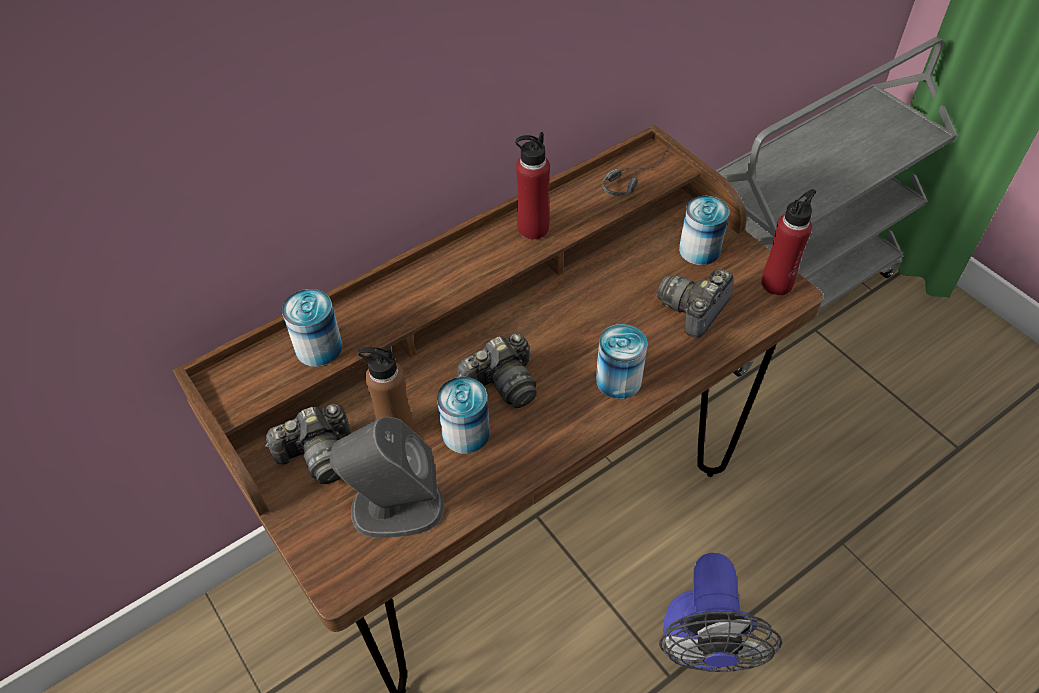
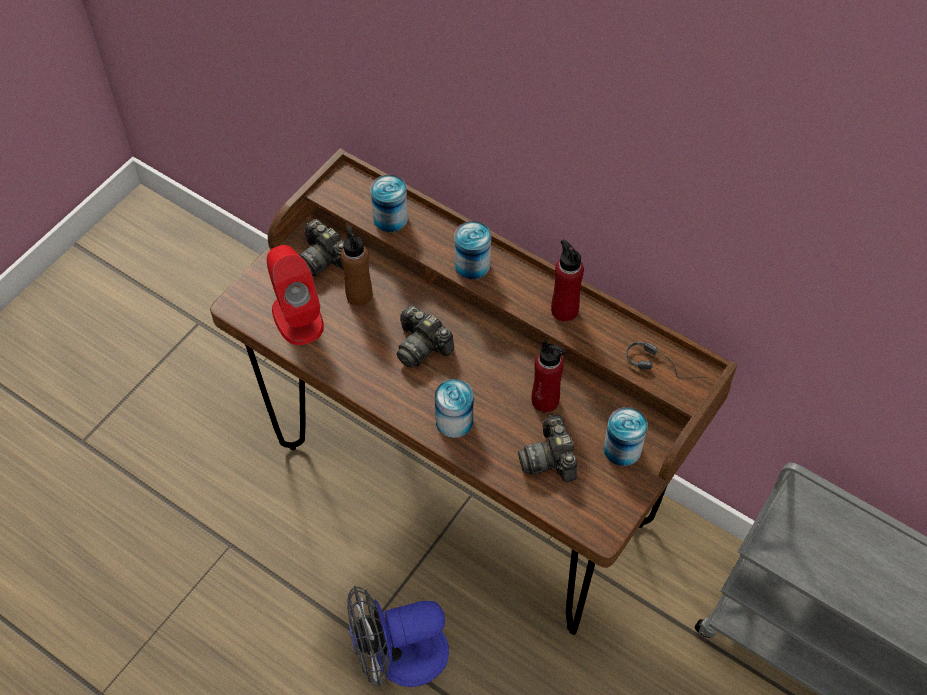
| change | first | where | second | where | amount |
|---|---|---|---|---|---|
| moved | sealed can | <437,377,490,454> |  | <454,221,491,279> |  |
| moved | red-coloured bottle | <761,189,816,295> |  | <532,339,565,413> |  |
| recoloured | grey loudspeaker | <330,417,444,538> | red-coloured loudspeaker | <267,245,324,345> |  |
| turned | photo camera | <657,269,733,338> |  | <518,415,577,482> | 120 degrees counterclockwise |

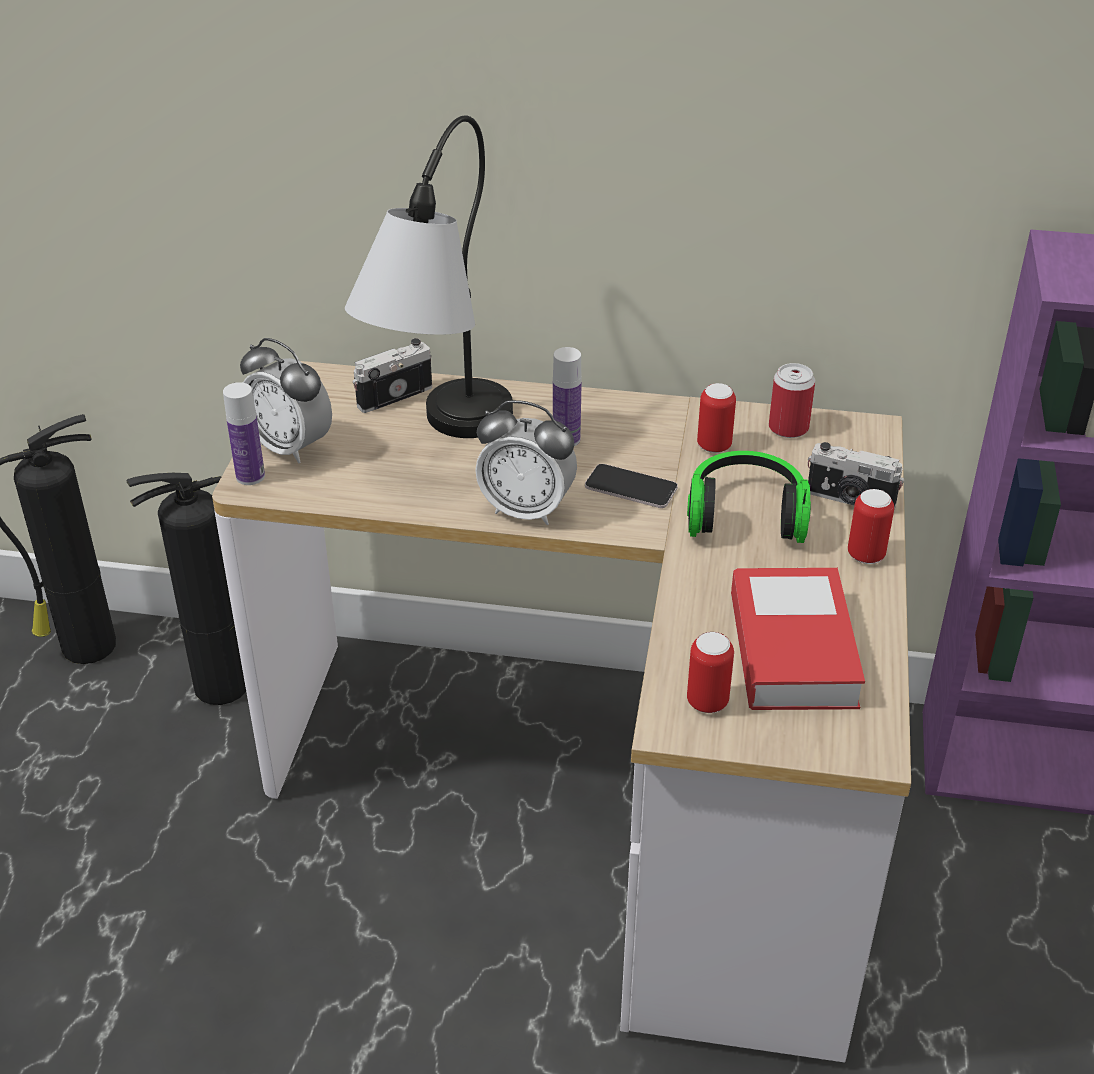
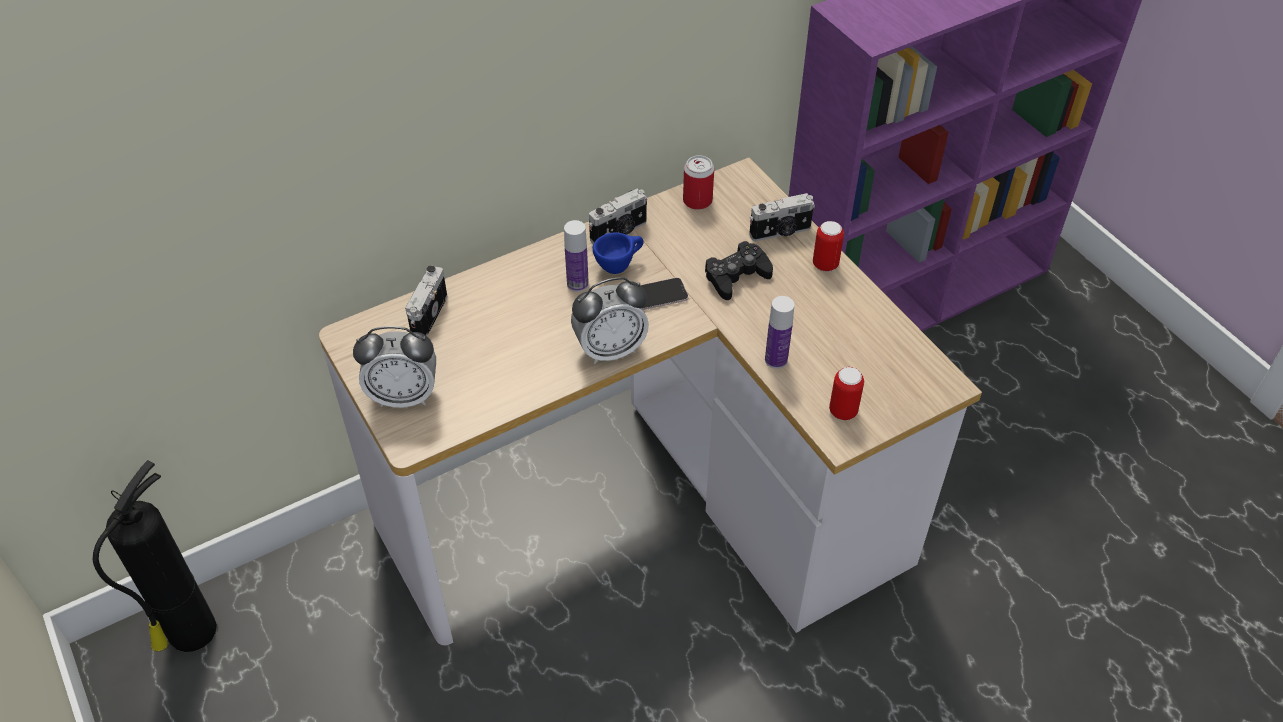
| change | first | where | second | where | amount |
|---|---|---|---|---|---|
| removed | extinguisher | <126,473,246,705> |  |  |  |
| removed | lamp for a table | <345,116,513,438> |  |  |  |
| removed | sealed can | <697,383,736,453> |  |  |  |
| removed | volume | <731,568,865,710> |  |  |  |
| added |  |  | photo camera | <588,188,647,244> |  |
| added |  |  | blue small cup | <593,232,644,274> |  |
| moved | bottle | <223,382,265,485> |  | <765,296,795,369> |  |
| replaced | headset | <687,451,811,543> | black-coloured gamepad | <705,241,773,300> |  |

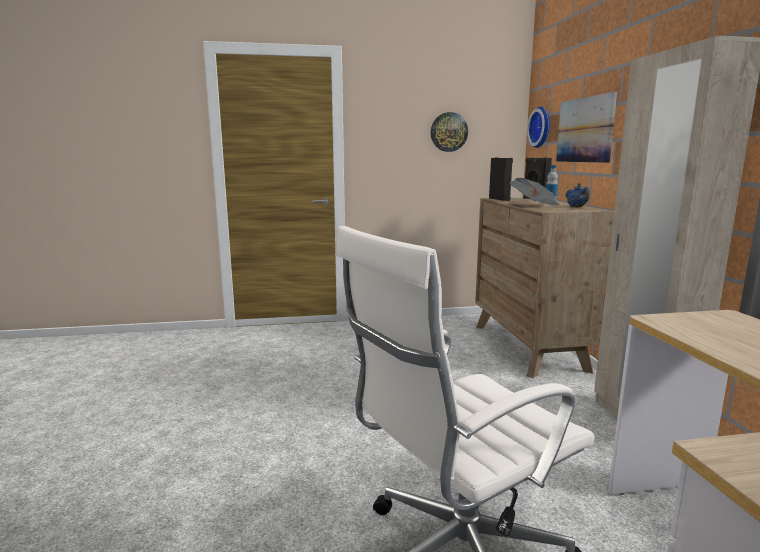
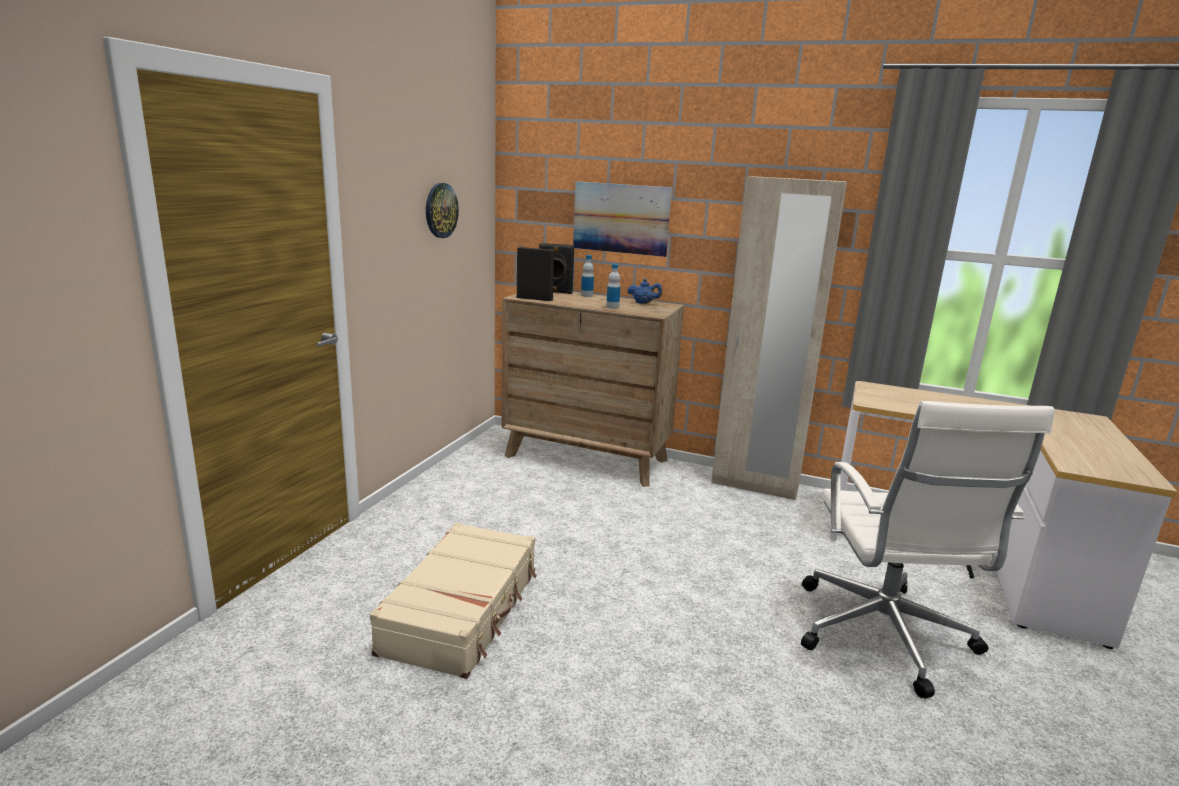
| change | first | where | second | where | amount |
|---|---|---|---|---|---|
| removed | clock on the wall | <527,107,550,148> |  |  |  |
| added |  |  | beige piece of luggage | <370,522,537,679> |  |
| replaced | daily paper | <510,178,560,205> | bottle | <606,264,621,309> |  |

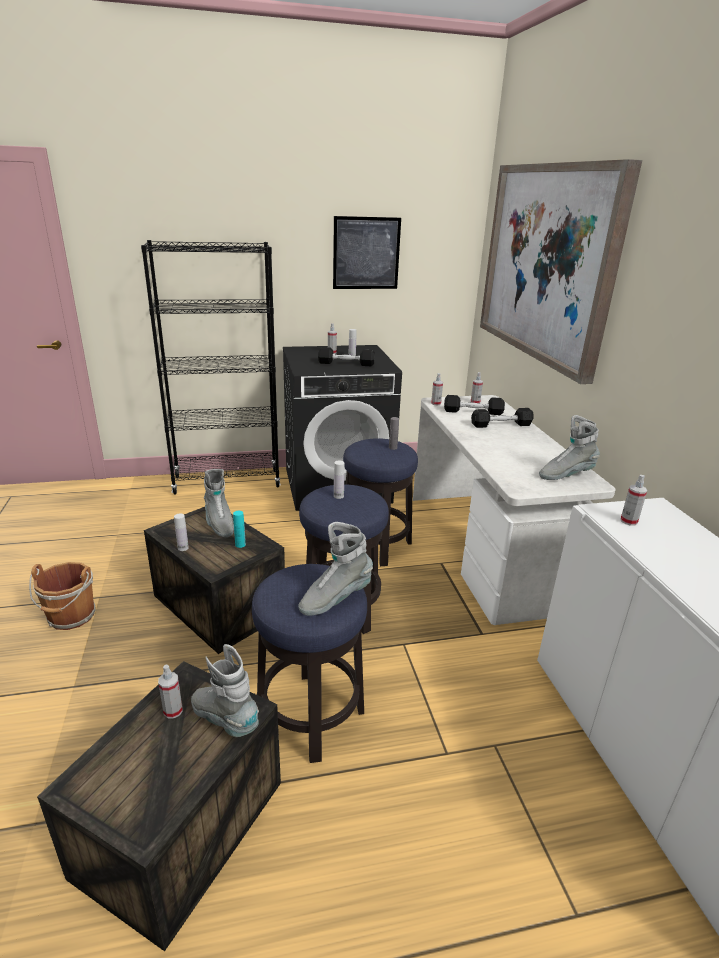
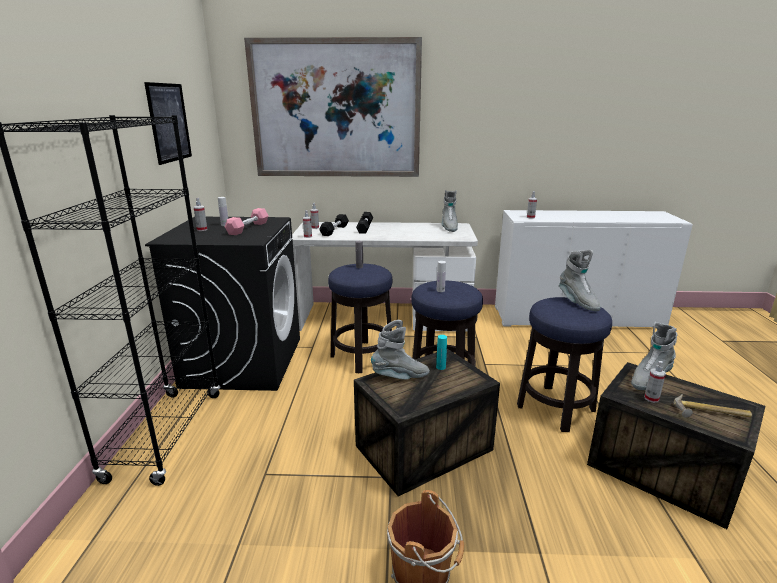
| change | first | where | second | where | amount |
|---|---|---|---|---|---|
| removed | whitish bottle | <174,513,189,551> |  |  |  |
| added |  |  | hammer | <674,394,752,418> |  |
| recoloured | black-coloured hand weight | <318,347,375,366> | pink hand weight | <225,208,269,235> |  |

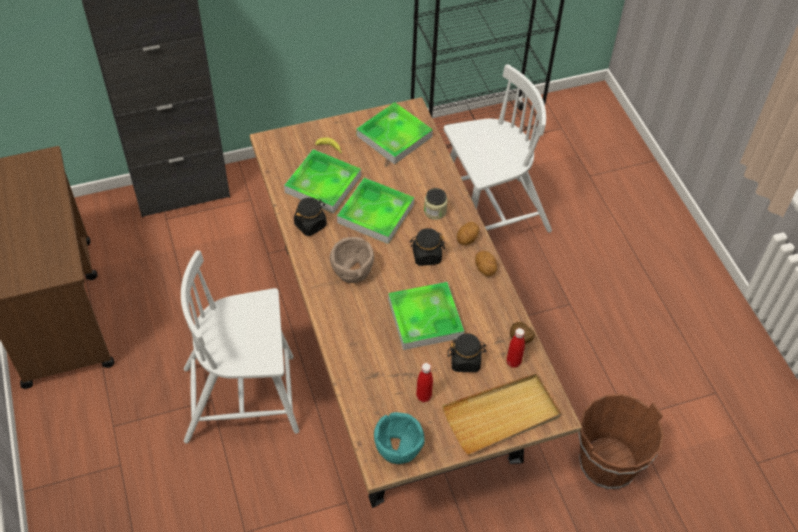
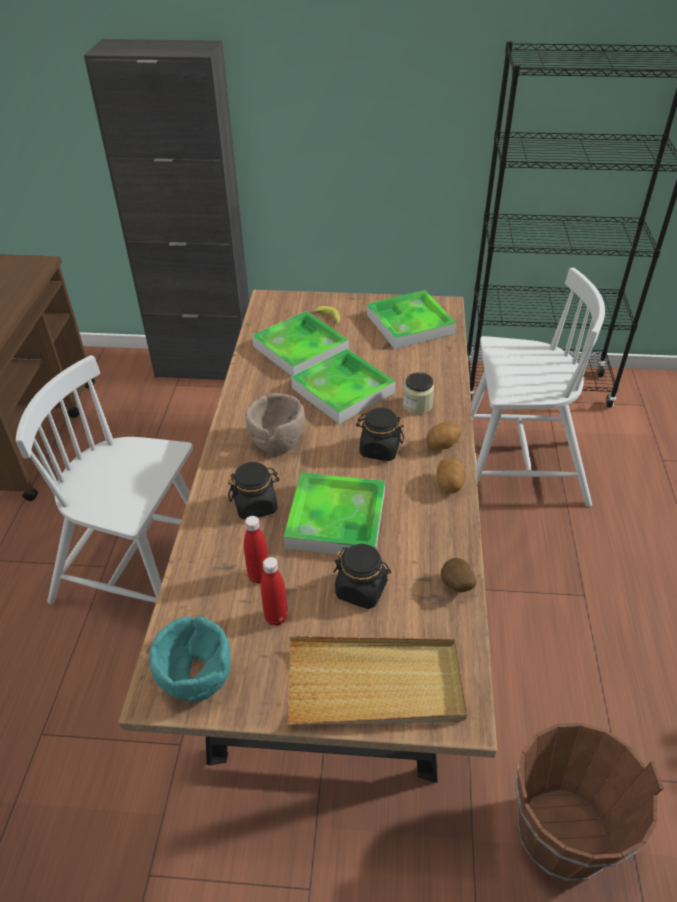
| change | first | where | second | where | amount |
|---|---|---|---|---|---|
| moved | black-coloured storage jar | <294,197,326,236> |  | <228,462,280,520> |  |
| moved | red-coloured bottle | <507,328,525,368> |  | <244,516,268,584> |  |

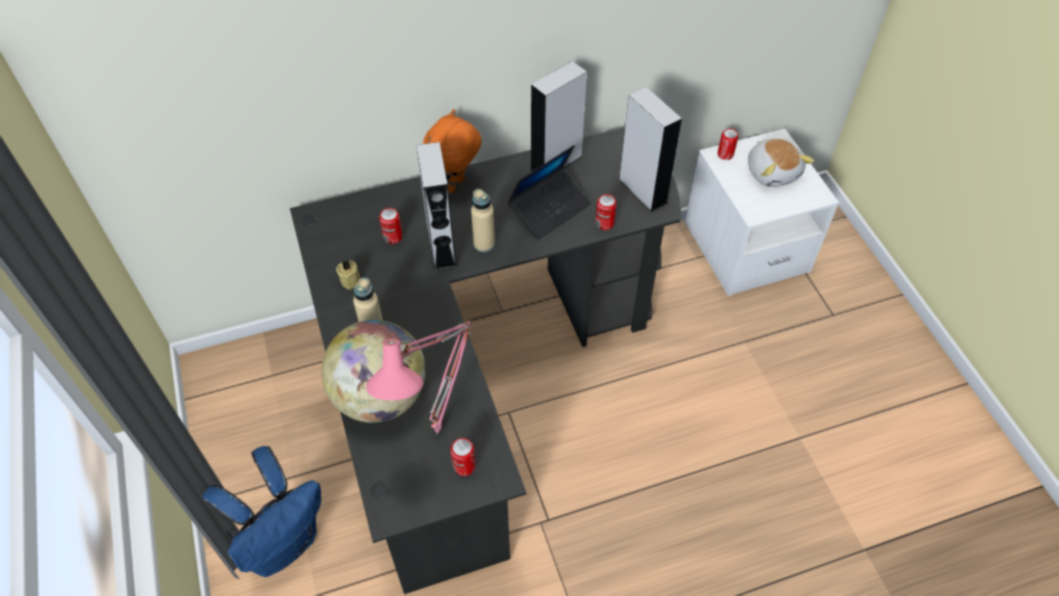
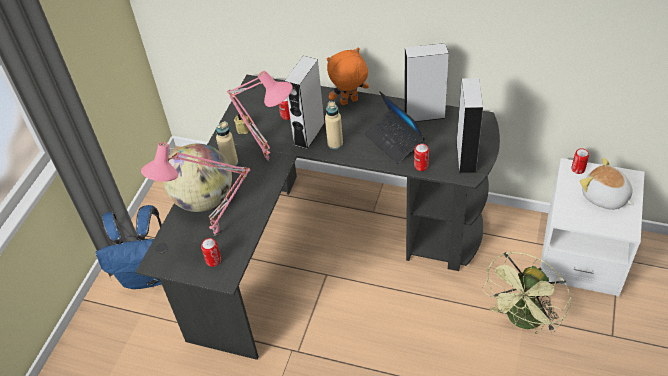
| change | first | where | second | where | amount |
|---|---|---|---|---|---|
| added |  |  | pink lamp for a table | <227,71,293,161> |  |
| added |  |  | green-coloured cooling fan | <481,252,572,334> |  |
| turned | laptop | <507,145,591,240> |  | <364,91,425,164> | 60 degrees clockwise |
| turned | soft toy | <748,138,814,187> |  | <580,158,634,210> | 120 degrees clockwise |

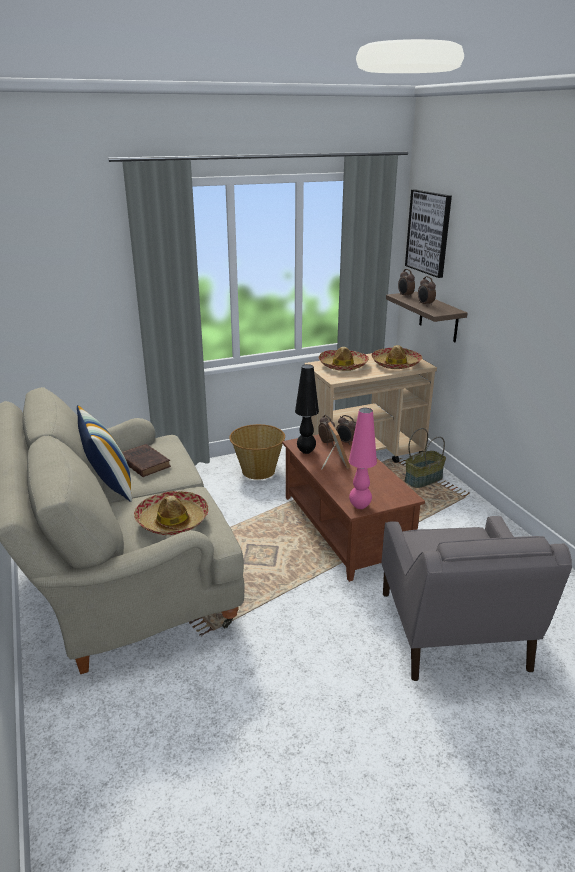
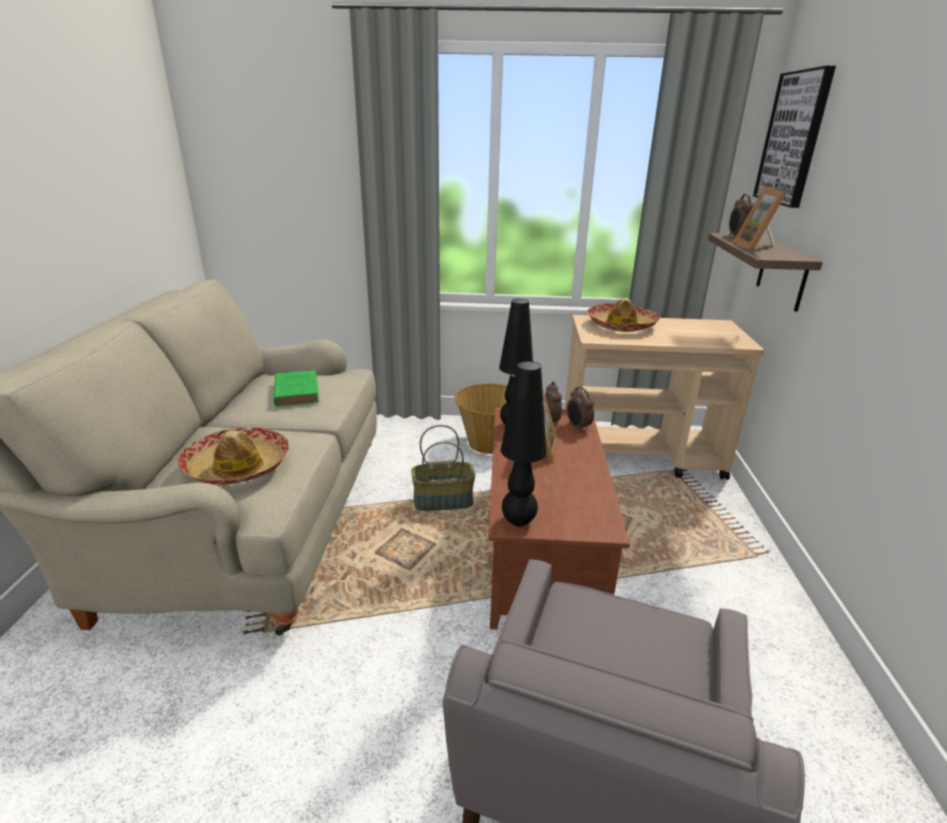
| change | first | where | second | where | amount |
|---|---|---|---|---|---|
| removed | pillow | <77,405,132,502> |  |  |  |
| removed | clothing hat | <372,345,422,369> |  |  |  |
| moved | storage basket | <405,428,446,488> |  | <411,425,475,511> |  |
| replaced | alarm clock | <418,276,436,305> | standing frame | <733,187,786,251> |  |
| recoloured | brownish volume | <122,444,171,477> | green-coloured volume | <274,370,319,406> |  |
| recoloured | pink lamp for a table | <349,408,377,509> | black-coloured lamp for a table | <501,361,547,527> |  |

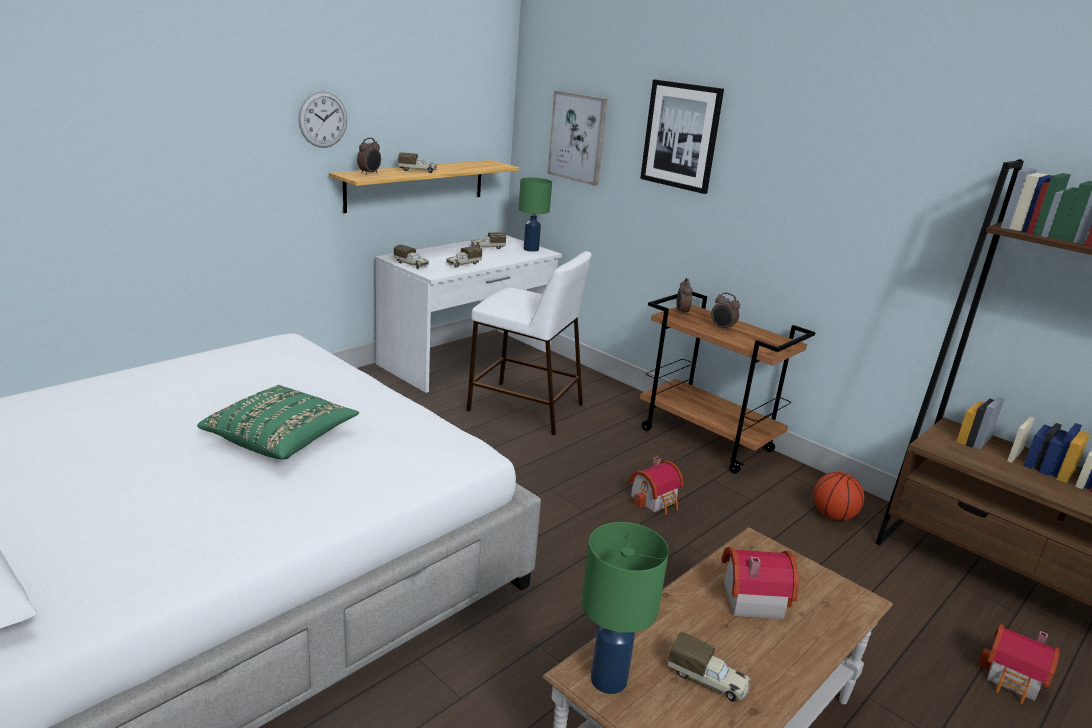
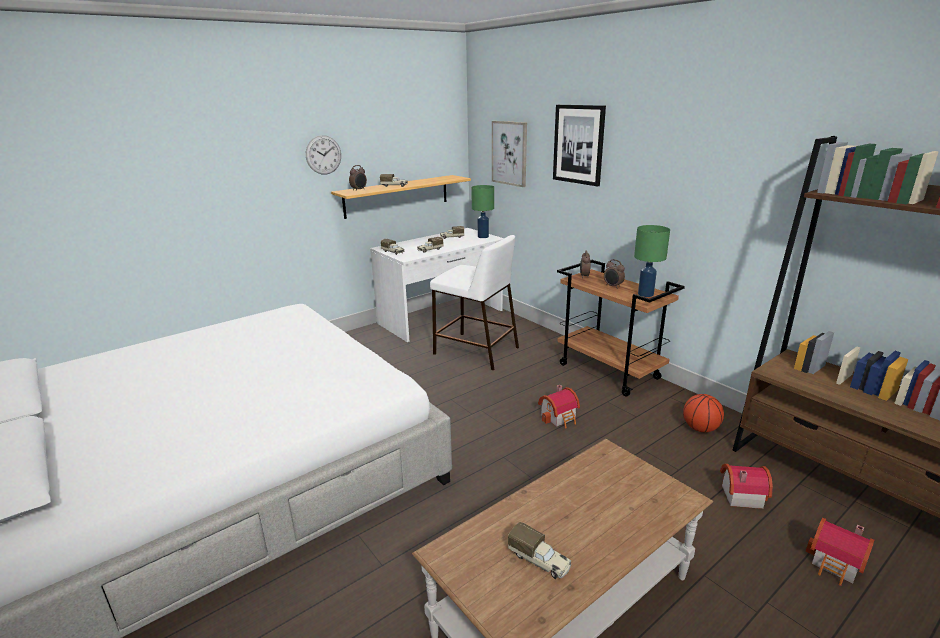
| change | first | where | second | where | amount |
|---|---|---|---|---|---|
| removed | green-coloured pillow | <197,385,359,460> |  |  |  |
| moved | green-coloured lamp for a table | <582,522,669,694> |  | <634,225,670,297> |  |
| moved | toy house | <721,547,799,619> |  | <720,464,773,509> |  |

